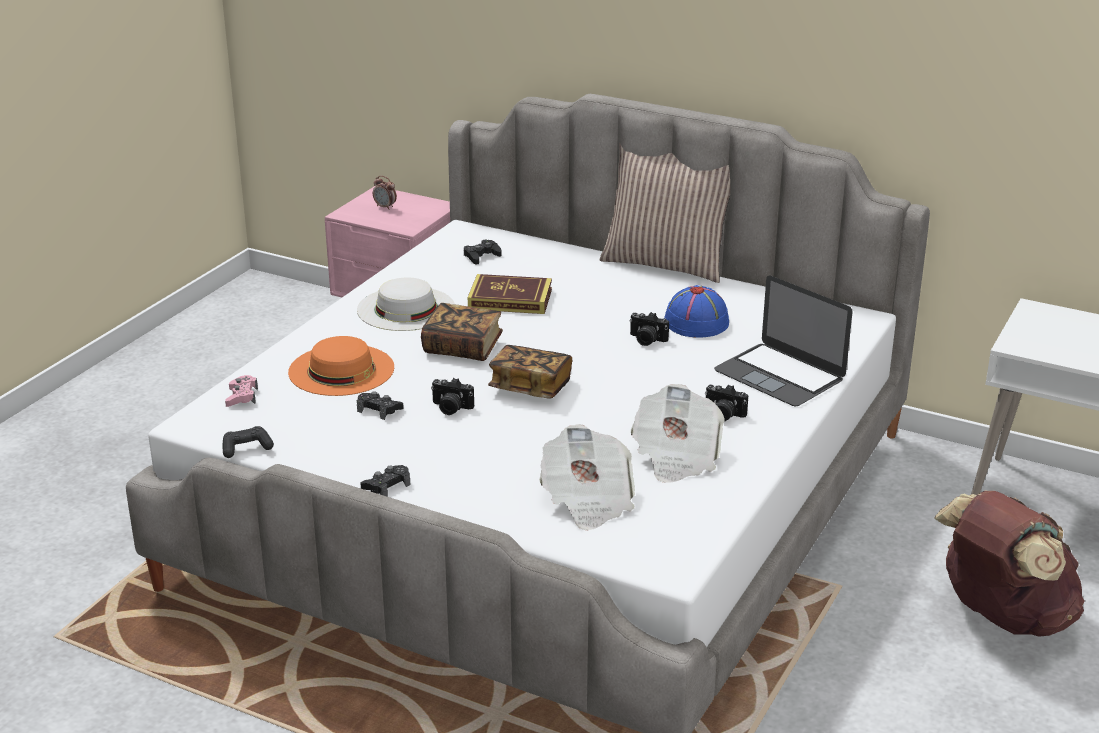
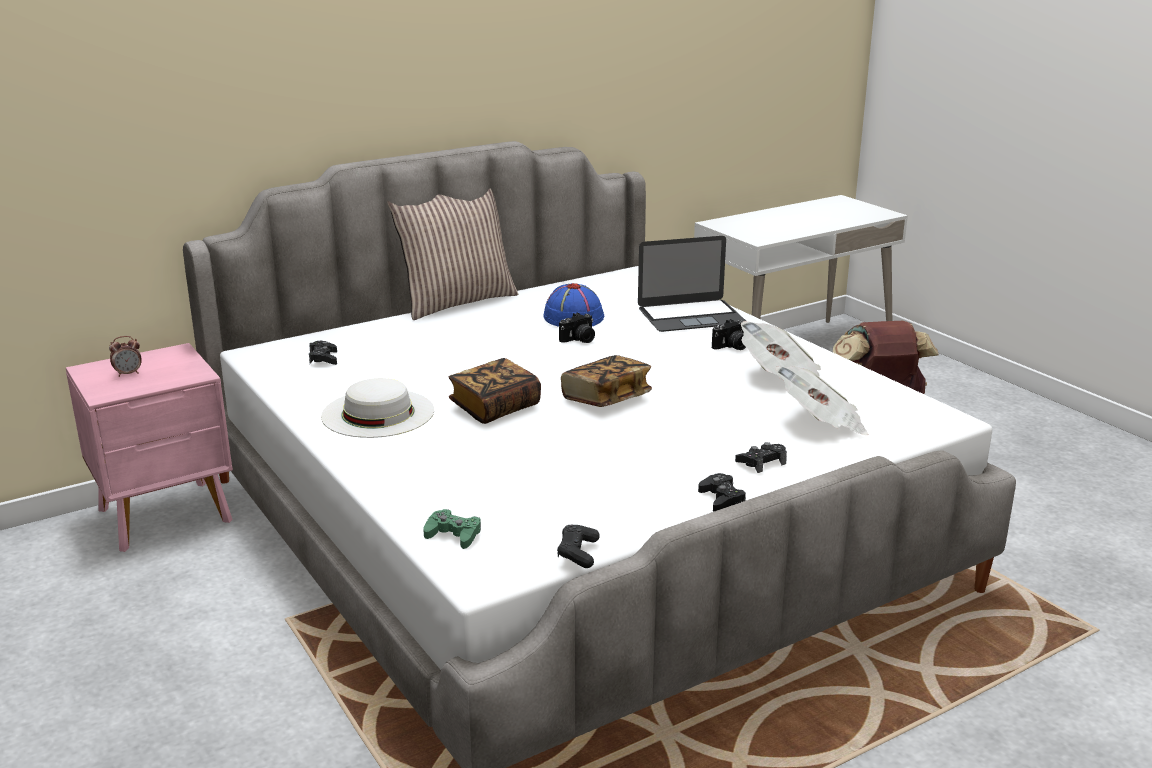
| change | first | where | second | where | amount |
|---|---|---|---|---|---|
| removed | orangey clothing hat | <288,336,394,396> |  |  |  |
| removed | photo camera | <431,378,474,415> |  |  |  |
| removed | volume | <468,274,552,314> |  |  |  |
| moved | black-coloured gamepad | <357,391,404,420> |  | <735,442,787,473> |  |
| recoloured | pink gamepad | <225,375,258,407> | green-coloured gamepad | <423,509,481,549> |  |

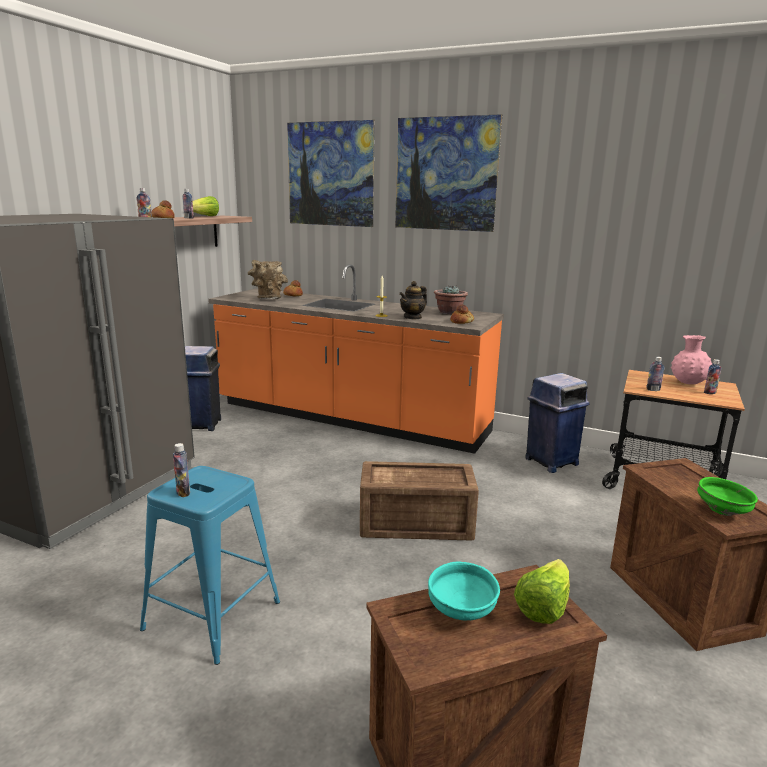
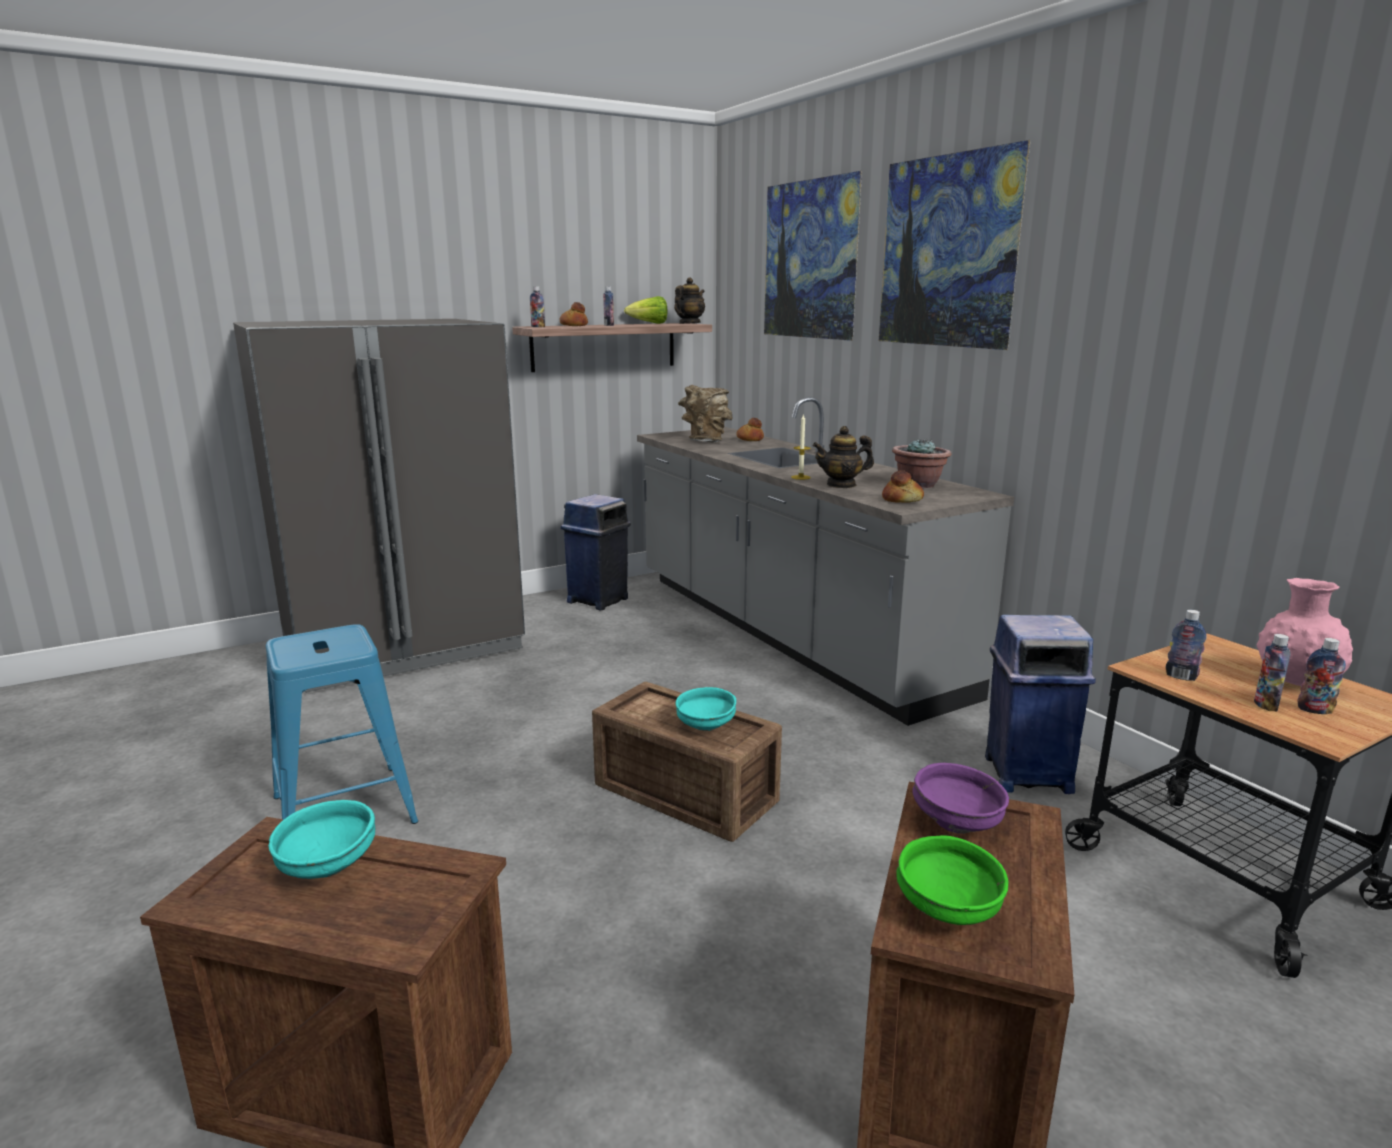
| change | first | where | second | where | amount |
|---|---|---|---|---|---|
| removed | head of lettuce | <514,559,570,624> |  |  |  |
| added |  |  | tea pot | <674,277,705,324> |  |
| added |  |  | blue-green deep dish | <676,687,737,731> |  |
| added |  |  | purple-coloured deep dish | <912,763,1009,834> |  |
| moved | bottle | <173,443,190,497> |  | <1254,634,1291,711> |  |
| recoloured | orangey kitchen base unit | <208,264,504,454> | grey kitchen base unit | <637,397,1014,726> |  |

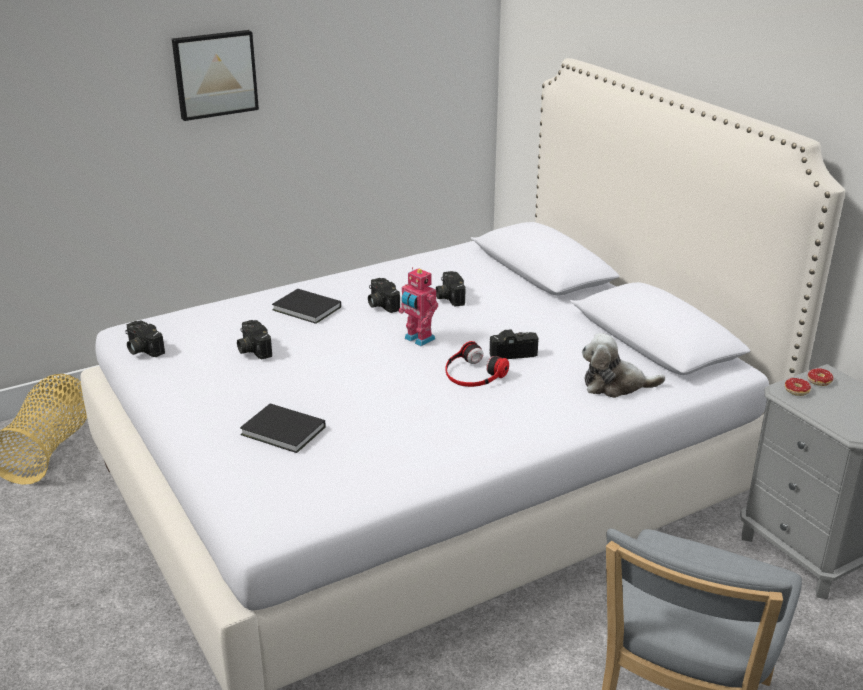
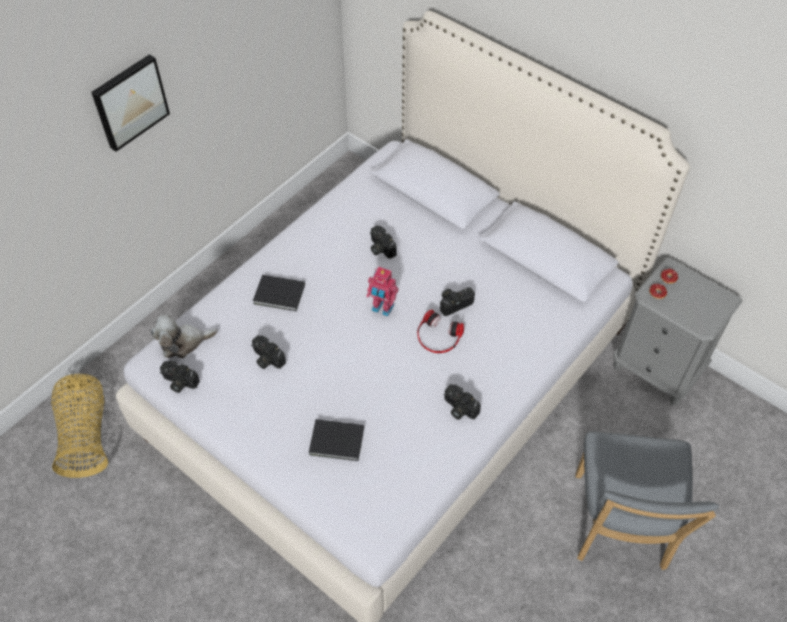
| change | first | where | second | where | amount |
|---|---|---|---|---|---|
| moved | photo camera | <368,278,400,313> |  | <444,384,481,420> |  |
| moved | soft toy | <582,333,665,398> |  | <151,314,218,358> |  |

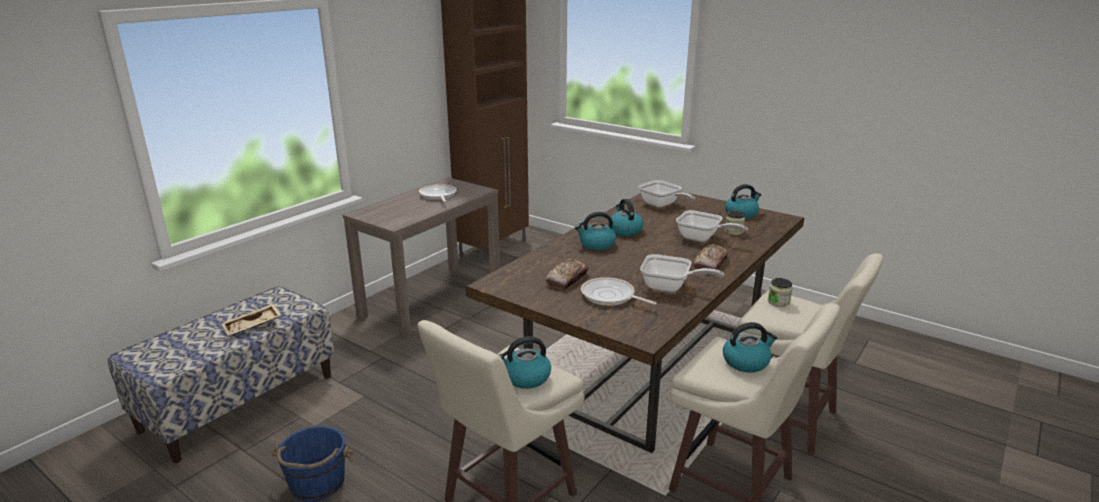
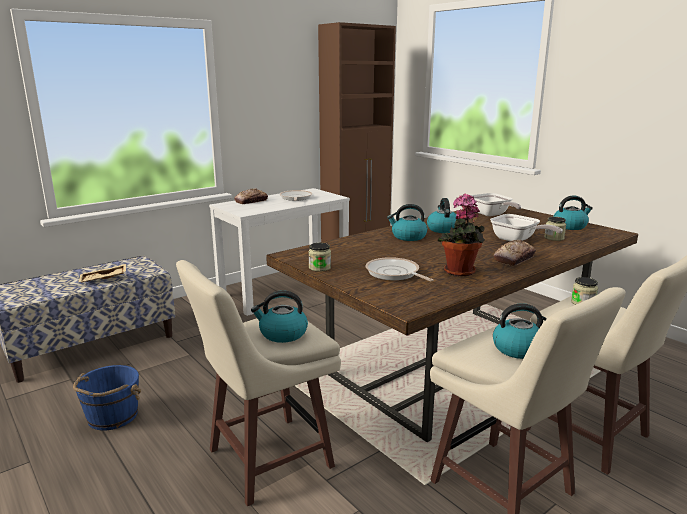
| change | first | where | second | where | amount |
|---|---|---|---|---|---|
| added |  |  | storage jar | <308,243,331,272> |  |
| moved | baked bread | <545,259,588,289> |  | <234,188,268,204> |  |
| replaced | skillet | <640,254,725,292> | plant in a pot | <438,193,485,276> |  |
| recoloured | brownish console table | <342,177,500,338> | whitish console table | <209,188,350,316> |  |

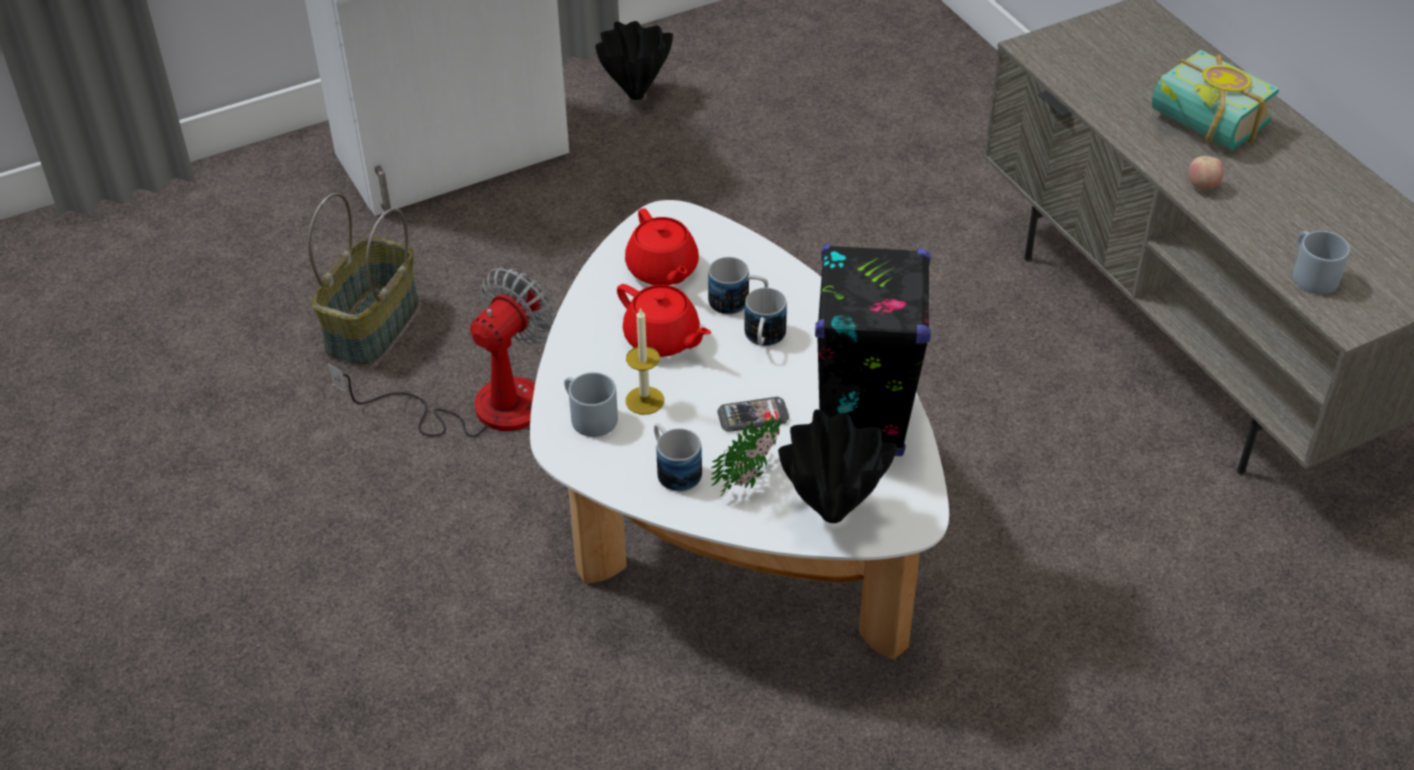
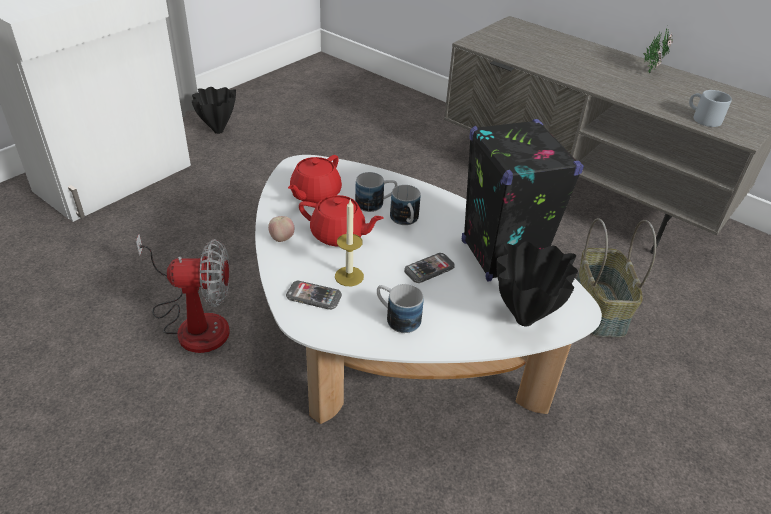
| change | first | where | second | where | amount |
|---|---|---|---|---|---|
| removed | volume | <1152,50,1279,150> |  |  |  |
| moved | storage basket | <308,193,419,366> |  | <576,218,656,338> |  |
| moved | plant in a pot | <711,415,783,496> |  | <643,27,673,74> |  |
| moved | whole apple | <1189,156,1224,190> |  | <268,216,294,242> |  |
| replaced | grey coffee mug | <564,372,618,437> | telephone | <286,280,342,310> |  |
| turned | cooling fan | <327,267,555,437> |  | <136,234,230,353> | 75 degrees clockwise |
| turned | red-coloured tea pot | <625,208,699,285> |  | <288,155,342,204> | 75 degrees clockwise |

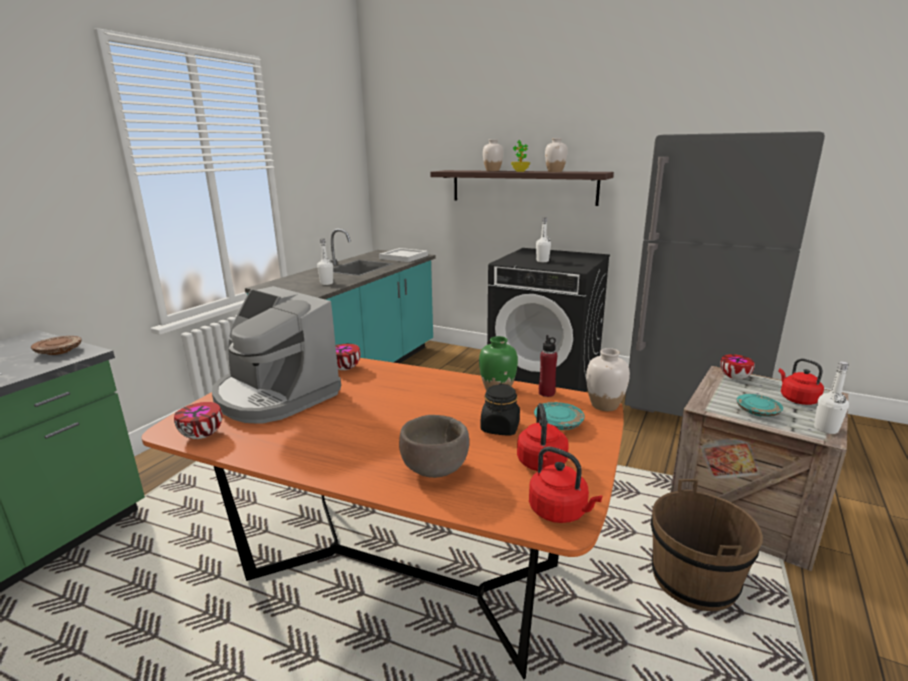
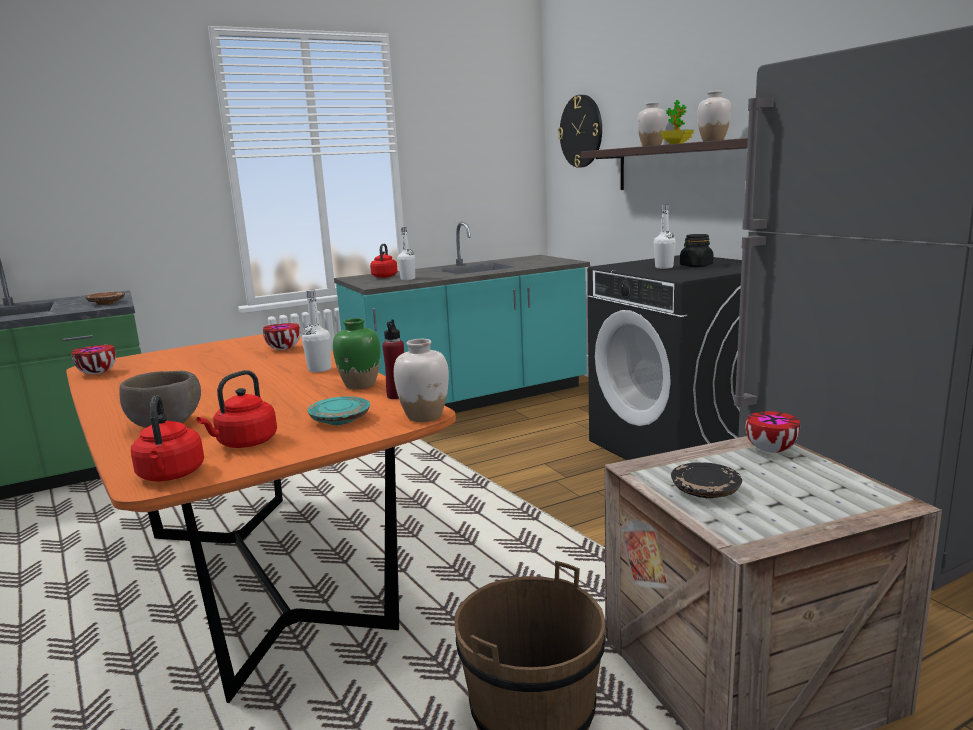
| change | first | where | second | where | amount |
|---|---|---|---|---|---|
| removed | coffee machine | <212,286,341,424> |  |  |  |
| removed | whitish tray | <379,248,428,262> |  |  |  |
| added |  |  | clock on the wall | <558,95,602,168> |  |
| moved | black-coloured storage jar | <481,384,520,436> |  | <680,234,714,267> |  |
| moved | red-coloured tea kettle | <778,358,824,405> |  | <370,244,397,278> |  |
| moved | whitish bottle | <814,361,849,434> |  | <302,290,331,372> |  |
| recoloured | blue-green plate | <737,394,783,417> | black-coloured plate | <671,462,742,498> |  |

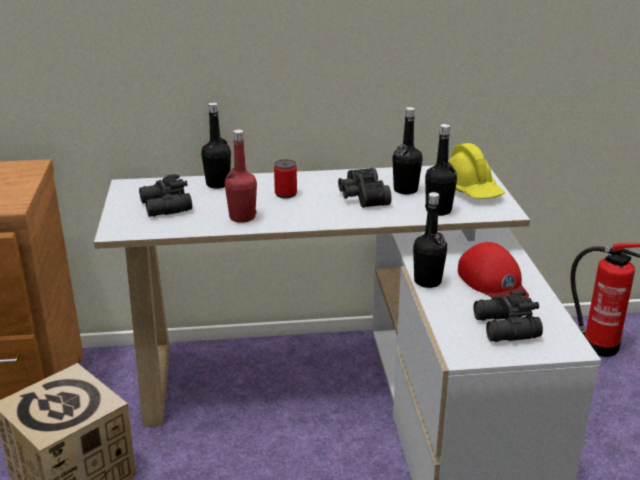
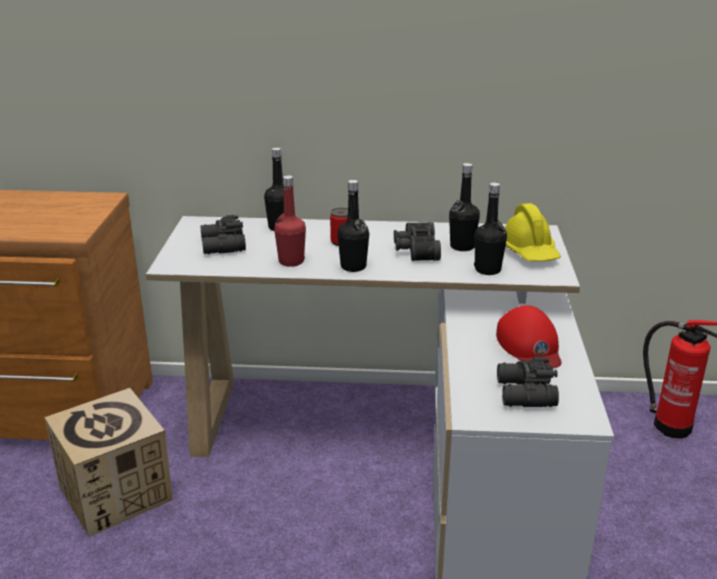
| change | first | where | second | where | amount |
|---|---|---|---|---|---|
| moved | black-coloured bottle | <413,192,447,288> |  | <337,180,369,272> |  |

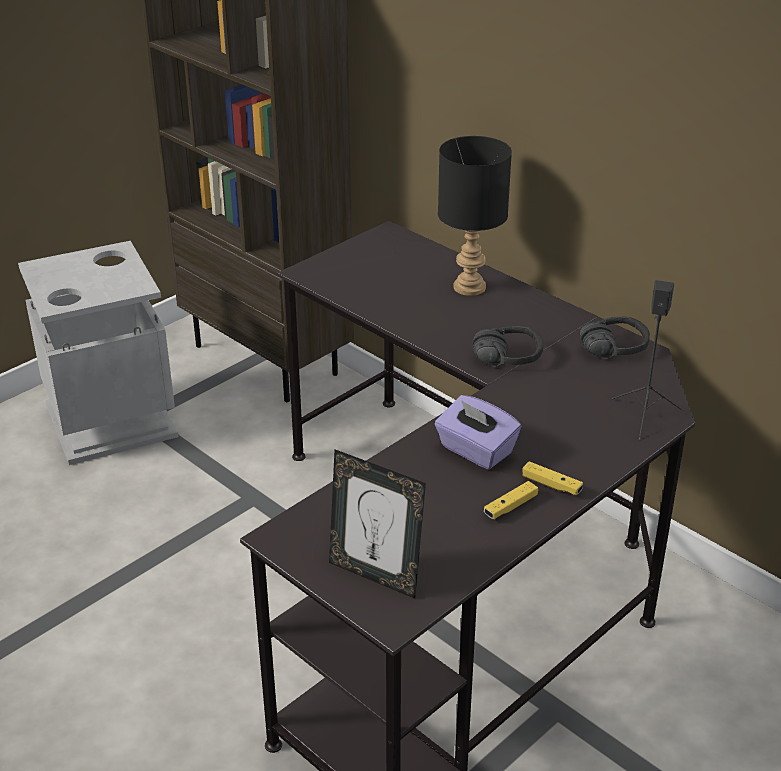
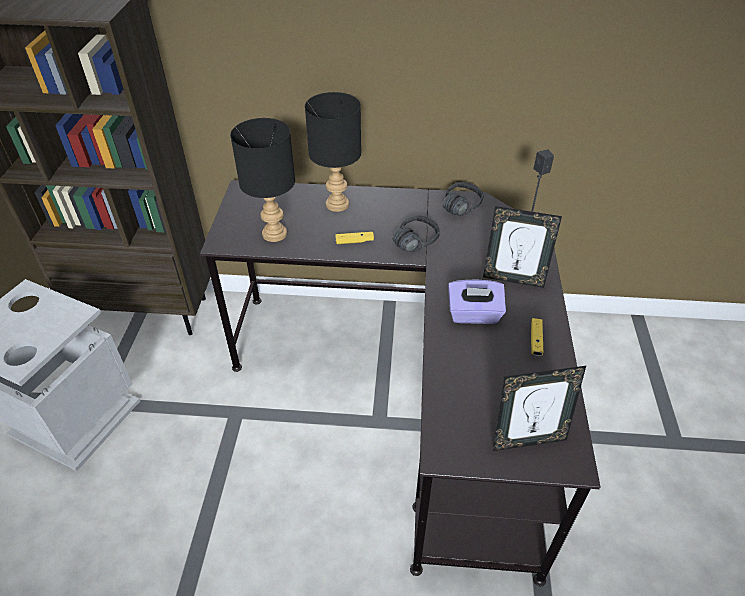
| change | first | where | second | where | amount |
|---|---|---|---|---|---|
| added |  |  | black-coloured lamp for a table | <230,118,295,242> |  |
| added |  |  | standing frame | <483,206,562,288> |  |
| moved | yellowish gamepad | <522,461,583,495> |  | <335,232,374,244> |  |

